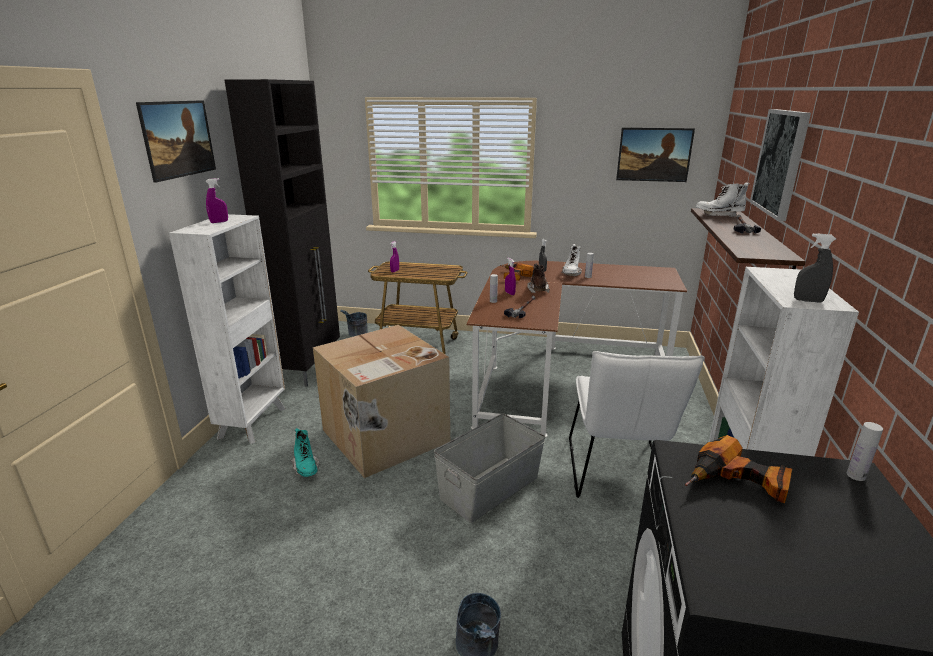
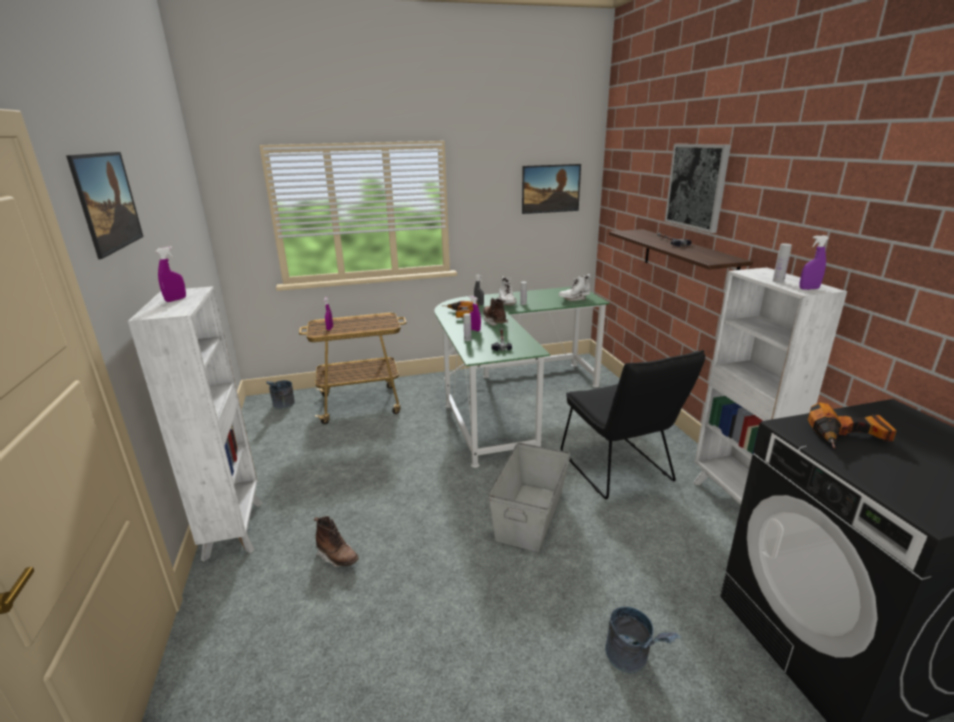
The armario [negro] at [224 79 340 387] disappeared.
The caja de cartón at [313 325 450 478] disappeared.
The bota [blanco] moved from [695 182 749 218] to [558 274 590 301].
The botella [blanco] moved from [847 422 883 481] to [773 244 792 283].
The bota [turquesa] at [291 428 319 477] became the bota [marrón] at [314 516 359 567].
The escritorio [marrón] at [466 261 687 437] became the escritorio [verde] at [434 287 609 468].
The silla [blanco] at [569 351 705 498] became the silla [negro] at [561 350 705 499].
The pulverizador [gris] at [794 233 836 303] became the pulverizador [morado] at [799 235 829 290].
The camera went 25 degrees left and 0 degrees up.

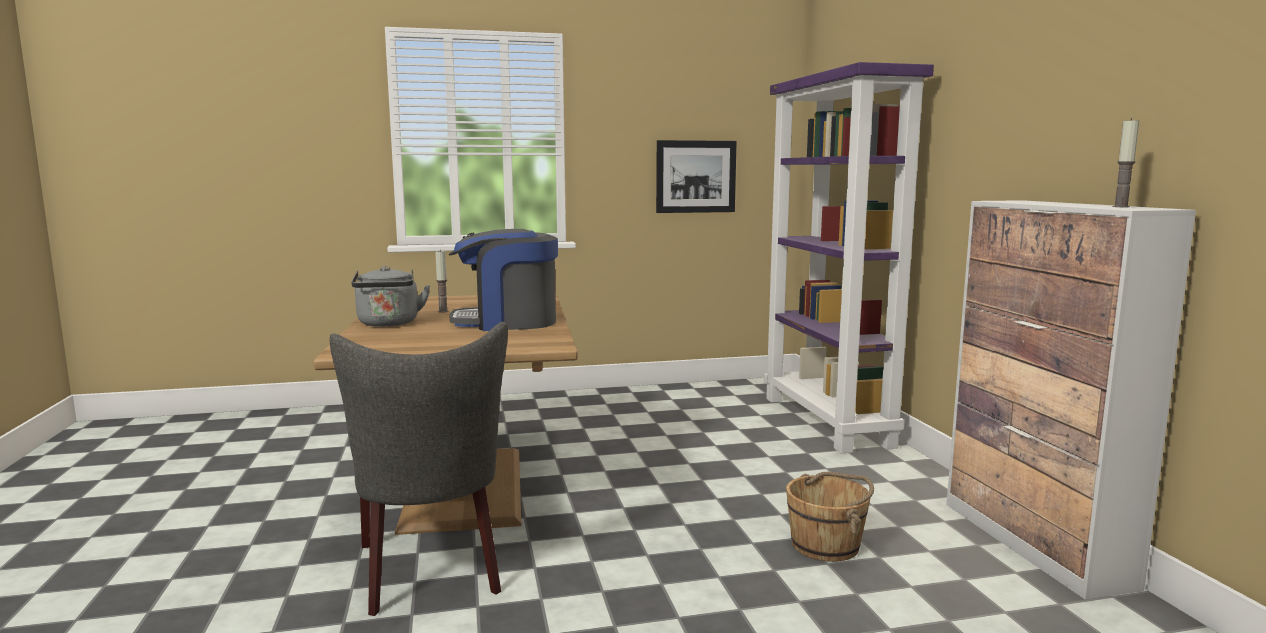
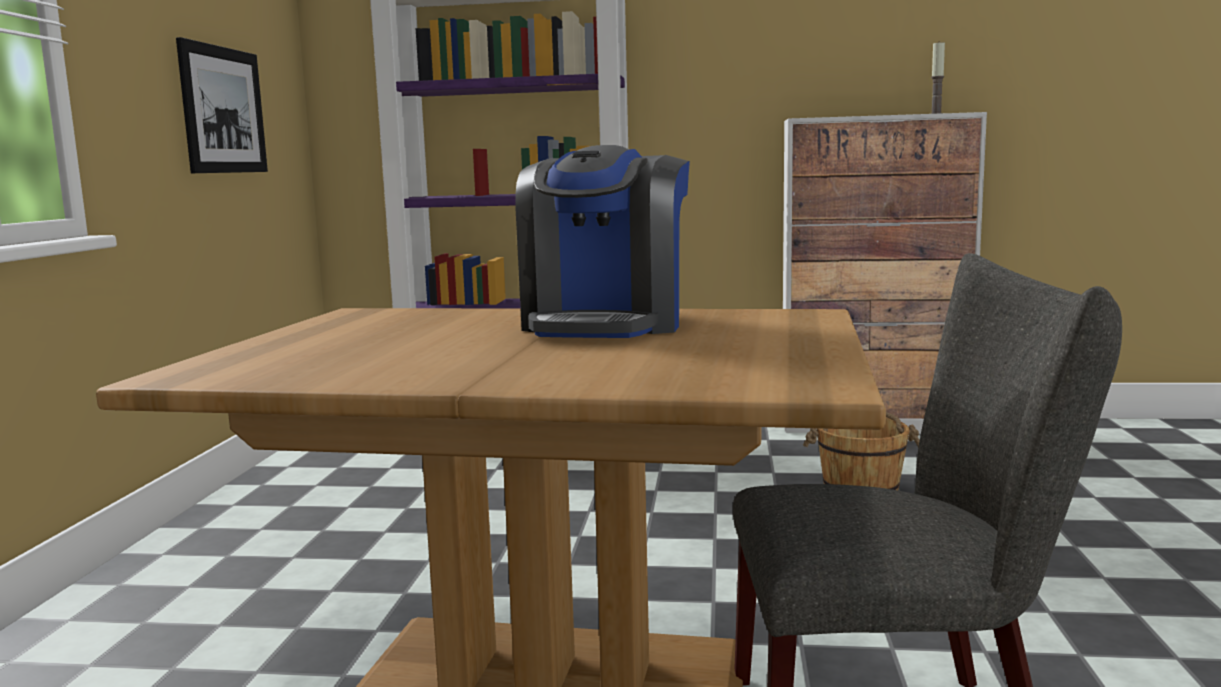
The hervidor [gris] at [351 266 430 327] disappeared.
The vela at [435 250 449 313] disappeared.
The camera went 70 degrees left and 0 degrees up.

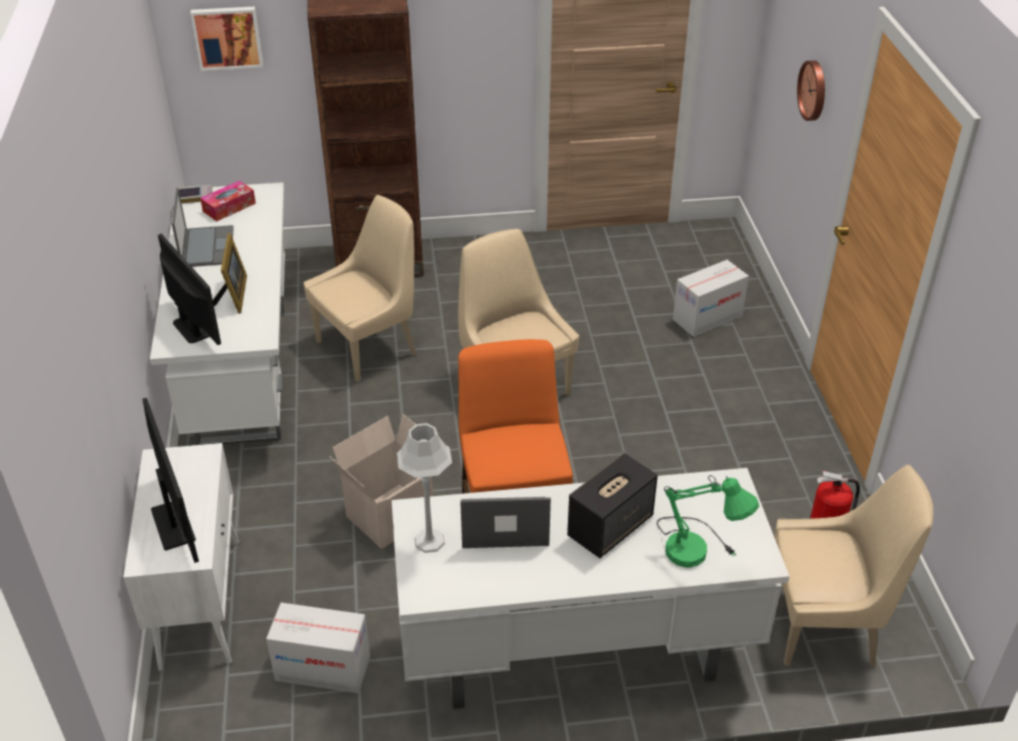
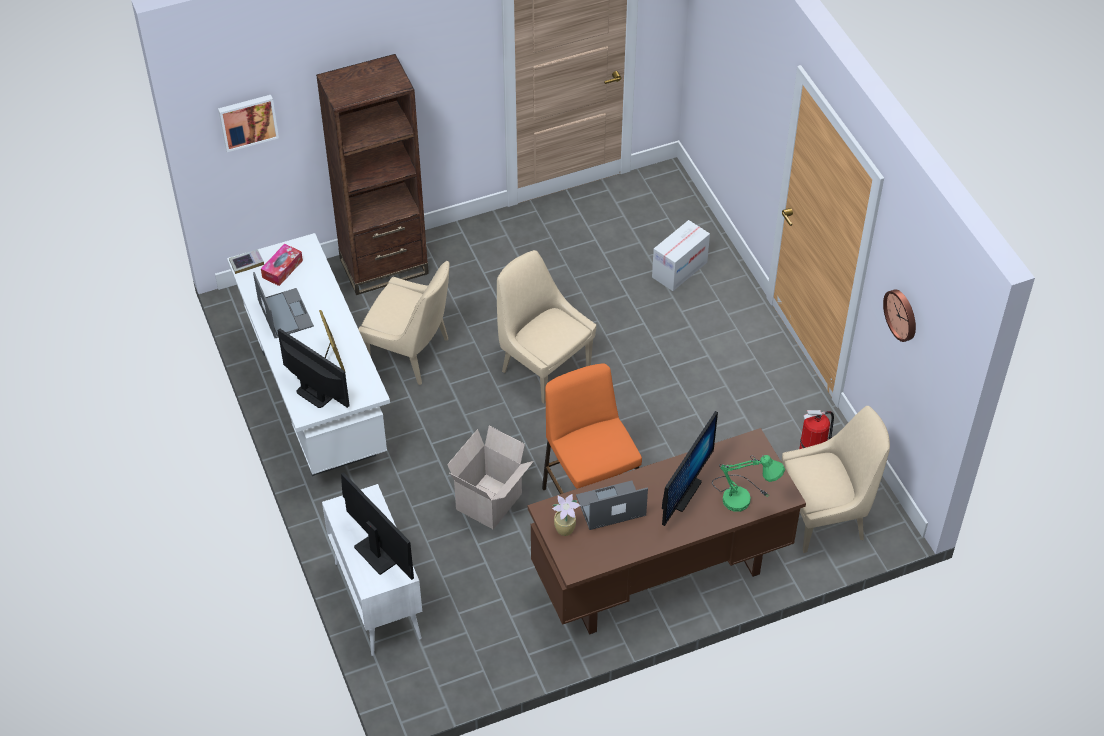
The caja de cartón at [266 603 370 693] disappeared.
The reloj de pared moved from [797 60 825 121] to [883 289 916 342].
The lámpara de mesa [gris] at [397 423 452 553] was replaced by the planta en maceta at [552 494 580 536].
The altavoz at [567 453 658 558] was replaced by the monitor at [662 411 718 526].
The escritorio [blanco] at [392 468 790 709] became the escritorio [marrón] at [528 428 806 635].
The silla [beis] at [304 195 416 382] turned 75 degrees clockwise.
The camera went 15 degrees left and 10 degrees up.

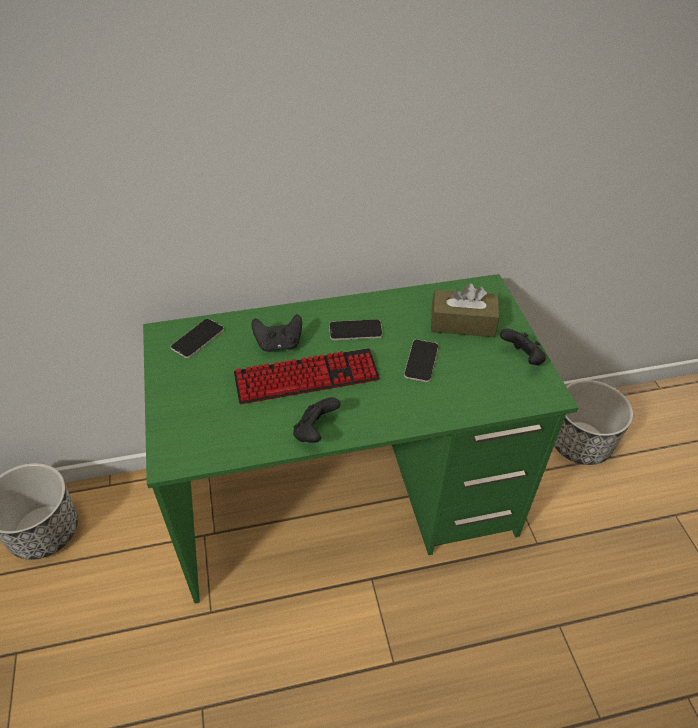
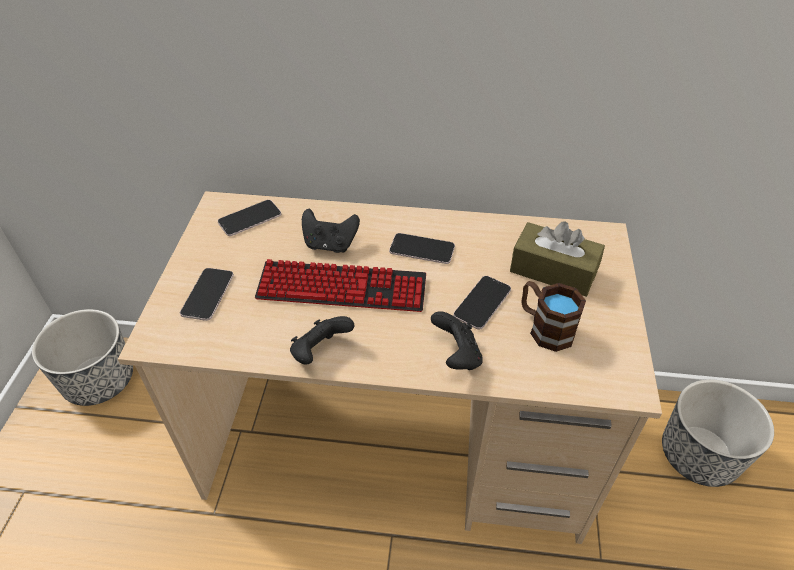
The móvil at [180 268 234 321] appeared.
The taza grande [marrón] at [521 281 586 352] appeared.
The mando de consola [negro] moved from [500 329 546 365] to [431 311 483 370].
The escritorio [verde] at [143 274 579 604] became the escritorio [beis] at [118 191 662 544].
The camera went 20 degrees right and 0 degrees up.

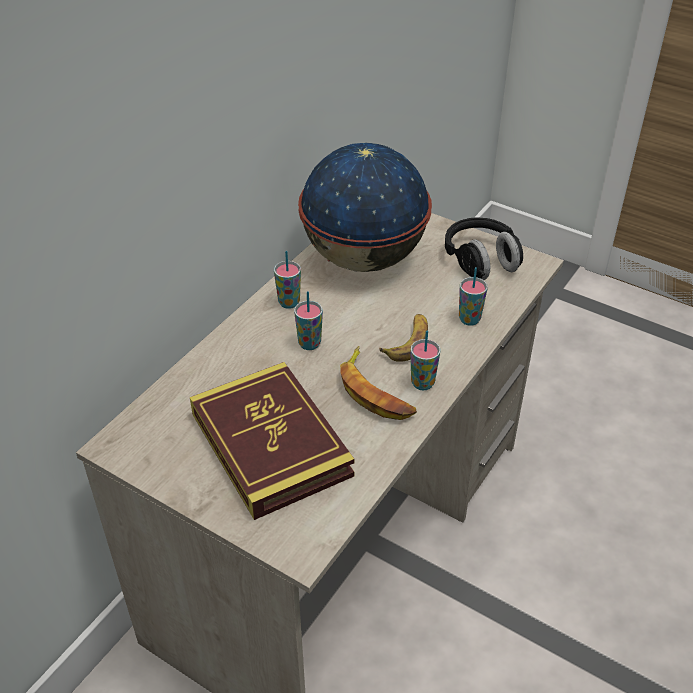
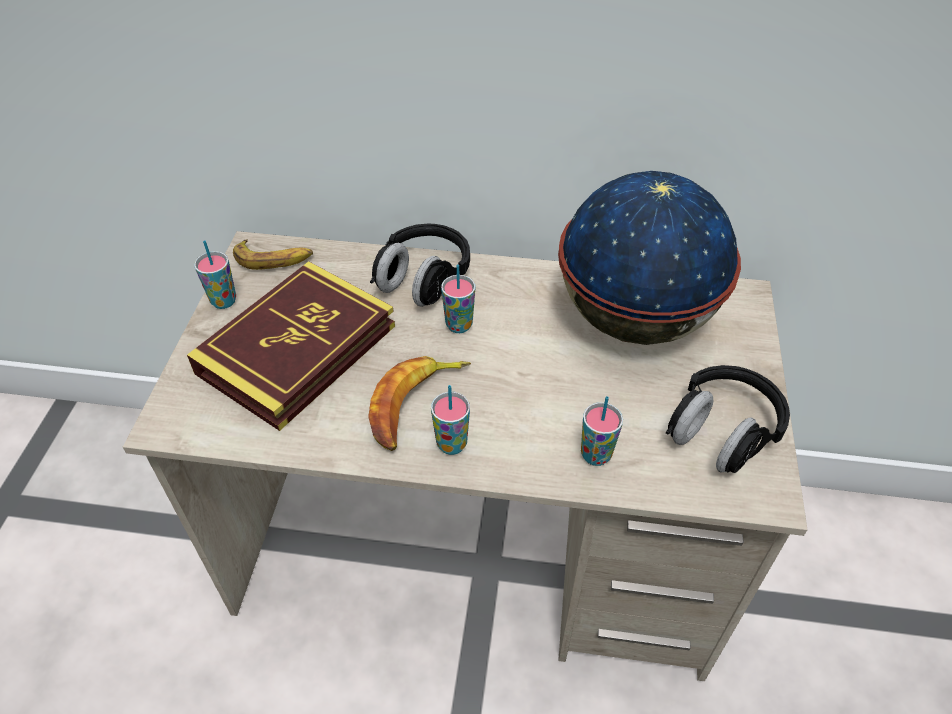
The auriculares [negro] at [370 224 470 307] appeared.
The taza moved from [274 251 301 309] to [194 240 236 309].
The plátano moved from [379 314 428 362] to [233 240 313 270].
The camera went 65 degrees right and 5 degrees up.

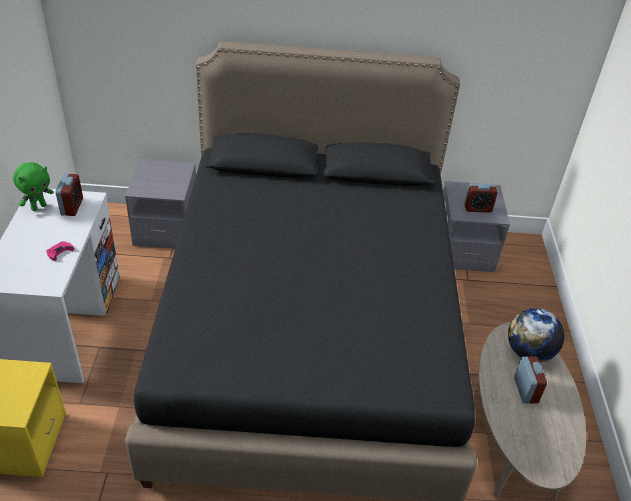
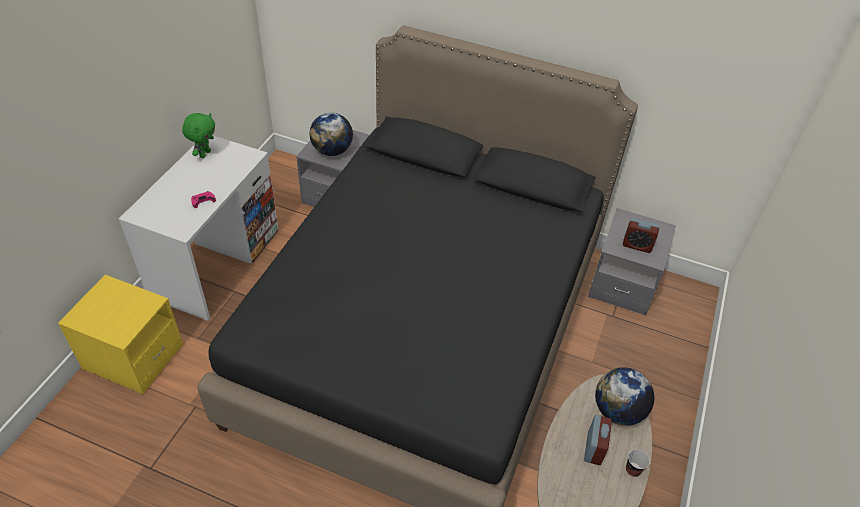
The despertador at [55 174 83 216] disappeared.
The globo terráqueo at [310 112 353 156] appeared.
The taza at [626 449 650 477] appeared.
The peluche [verde] at [13 162 54 211] turned 45 degrees counterclockwise.
The camera went 20 degrees right and 5 degrees up.

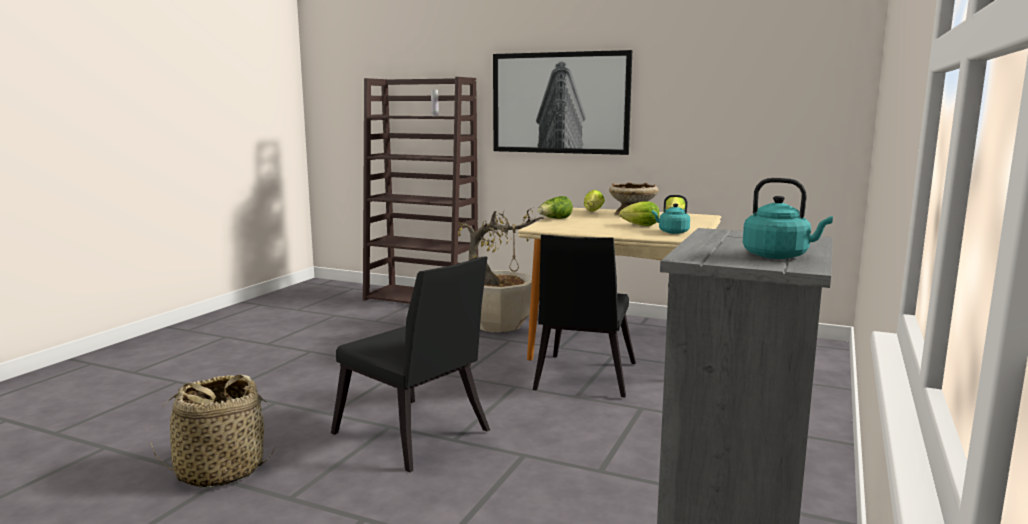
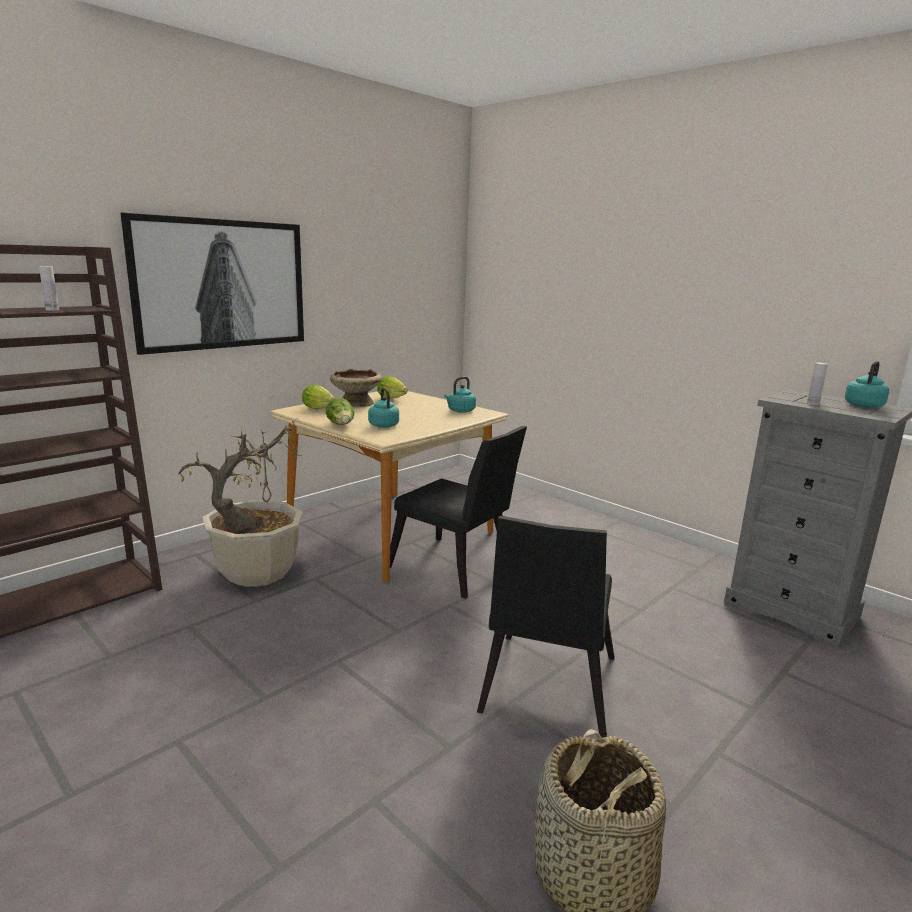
The lechuga at [619 202 659 226] disappeared.
The hervidor [turquesa] at [368 388 399 428] appeared.
The botella [blanco] at [807 363 828 405] appeared.
The silla [negro] at [331 256 490 473] turned 135 degrees clockwise.
The camera went 70 degrees left and 5 degrees up.

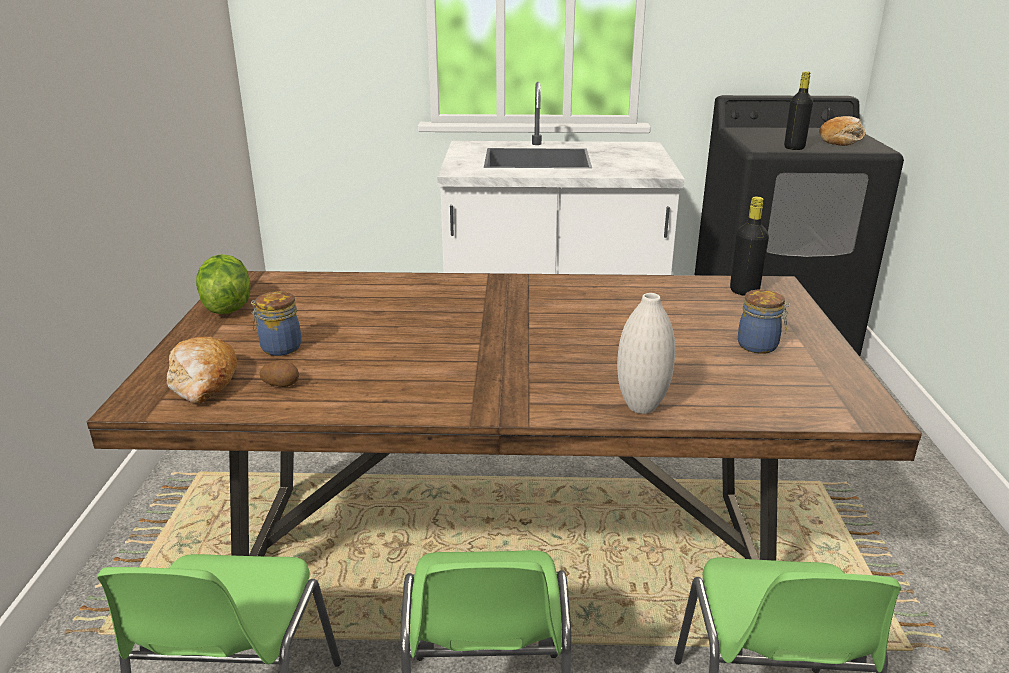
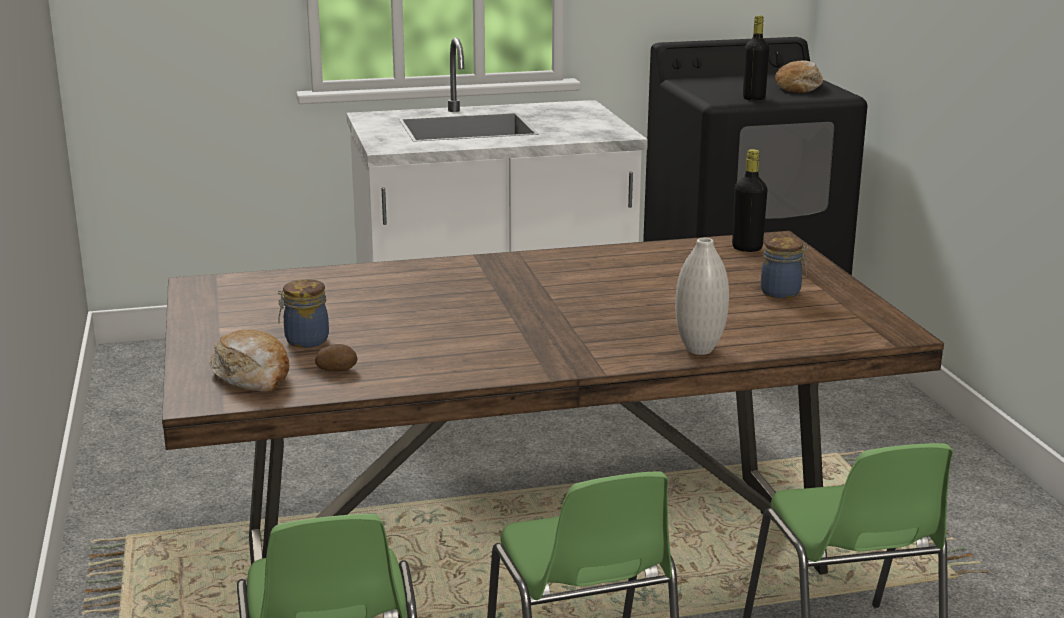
The lechuga at [196 254 250 314] disappeared.
The camera went 15 degrees left and 5 degrees down.

